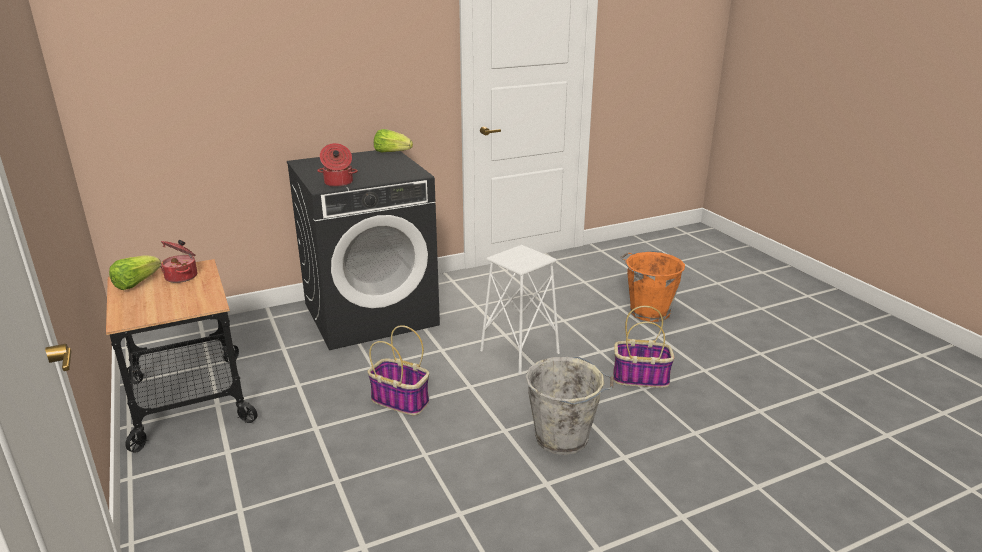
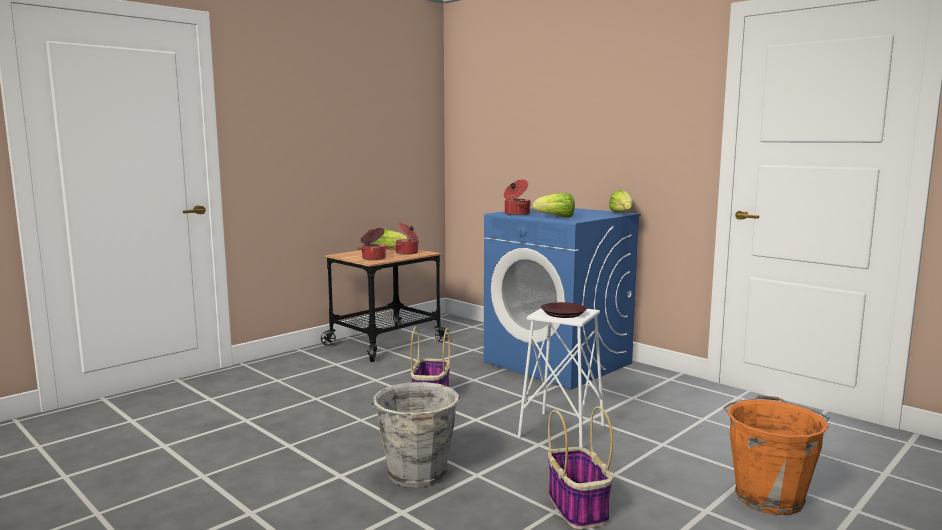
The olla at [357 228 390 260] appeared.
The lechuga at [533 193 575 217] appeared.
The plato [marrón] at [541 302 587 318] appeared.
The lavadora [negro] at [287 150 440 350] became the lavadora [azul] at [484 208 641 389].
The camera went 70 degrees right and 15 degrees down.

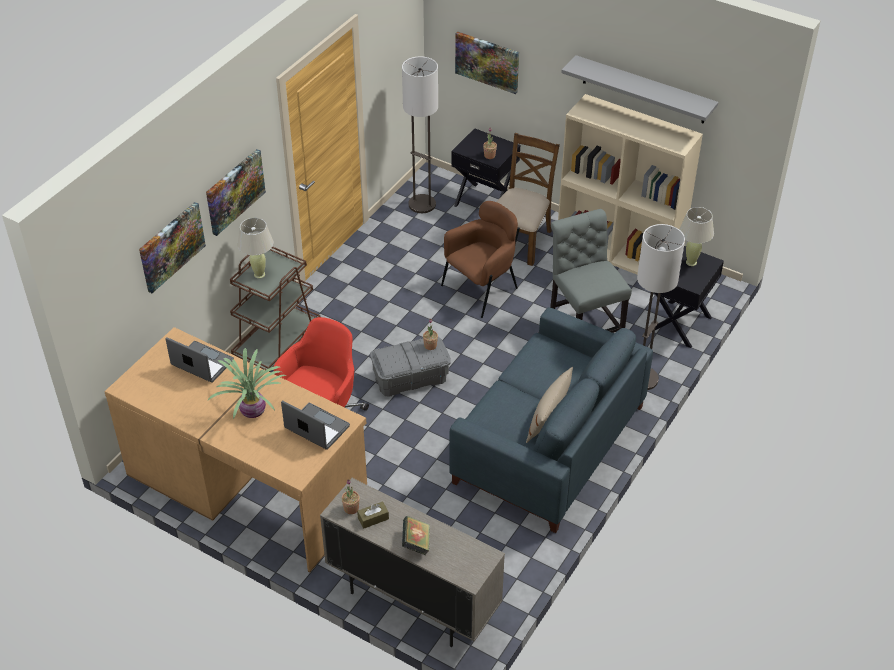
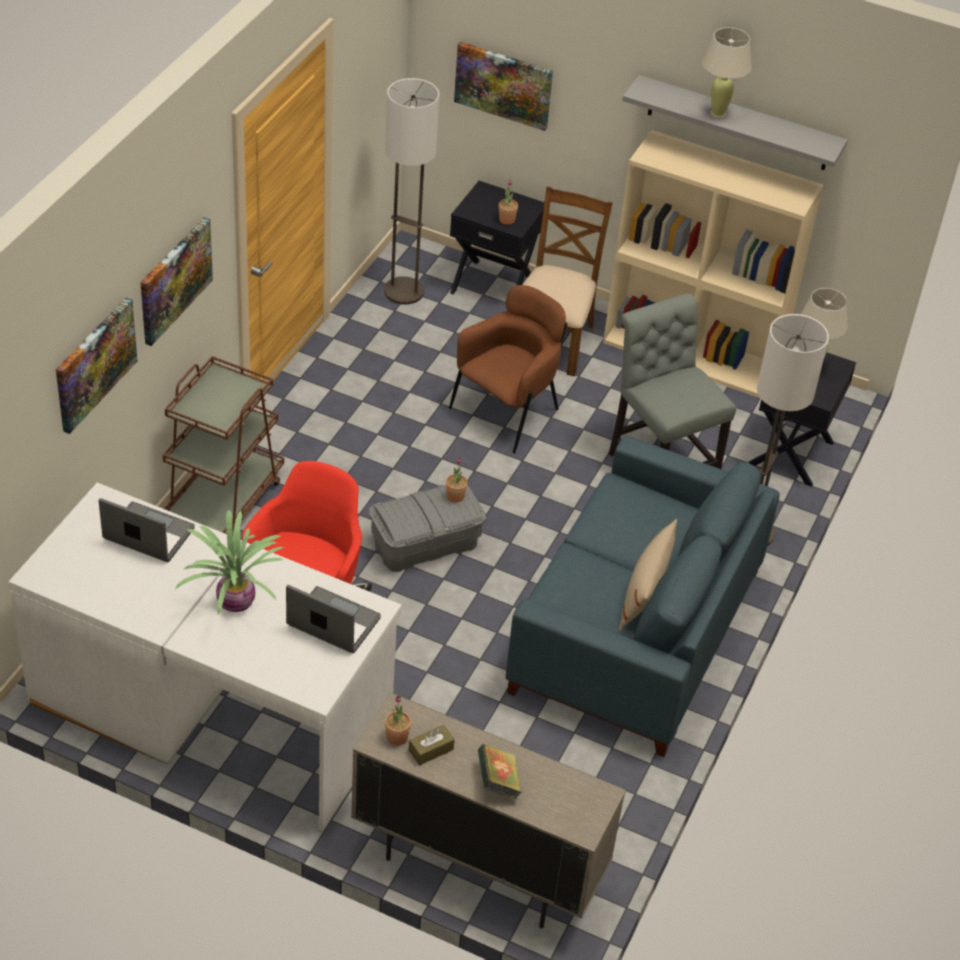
The lámpara de mesa [beis] moved from [237 218 273 279] to [702 27 752 118].
The escritorio [marrón] at [104 327 367 572] became the escritorio [blanco] at [8 482 402 833].
The camera went 10 degrees left and 0 degrees up.

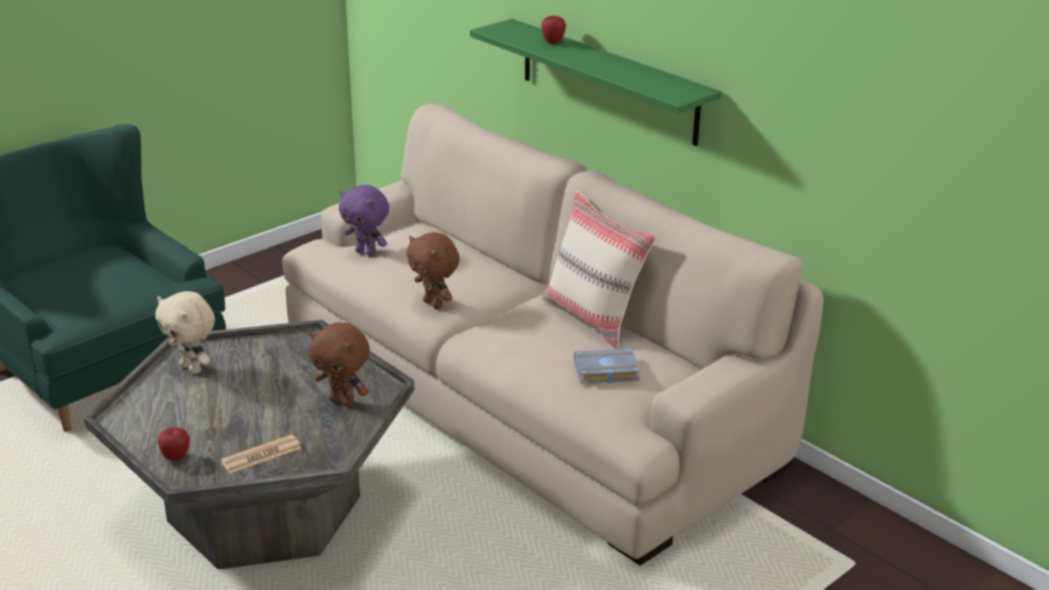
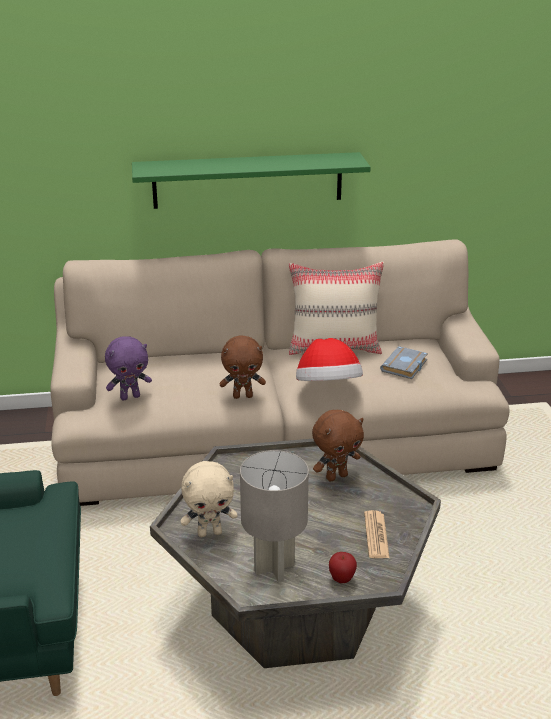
The manzana at [541 16 566 44] disappeared.
The lámpara de mesa [gris] at [240 450 309 582] appeared.
The sombrero at [296 338 363 381] appeared.
The camera went 55 degrees left and 0 degrees up.

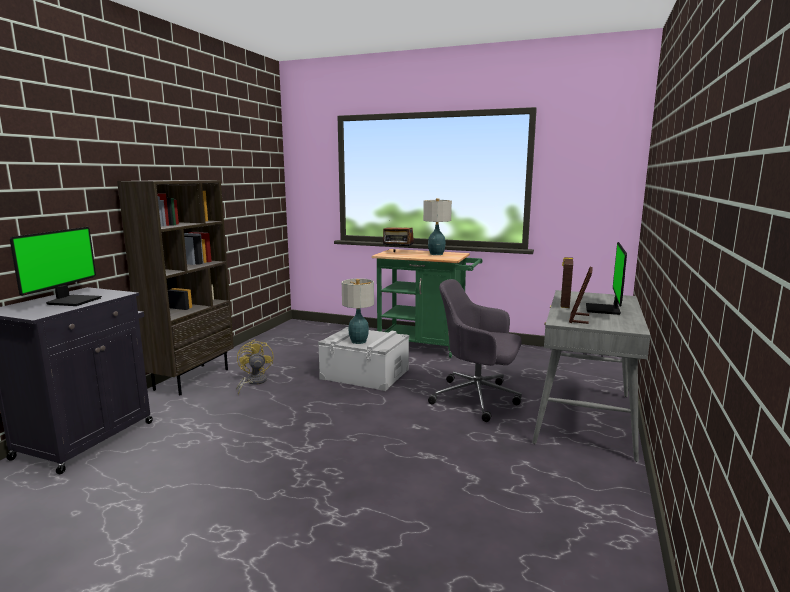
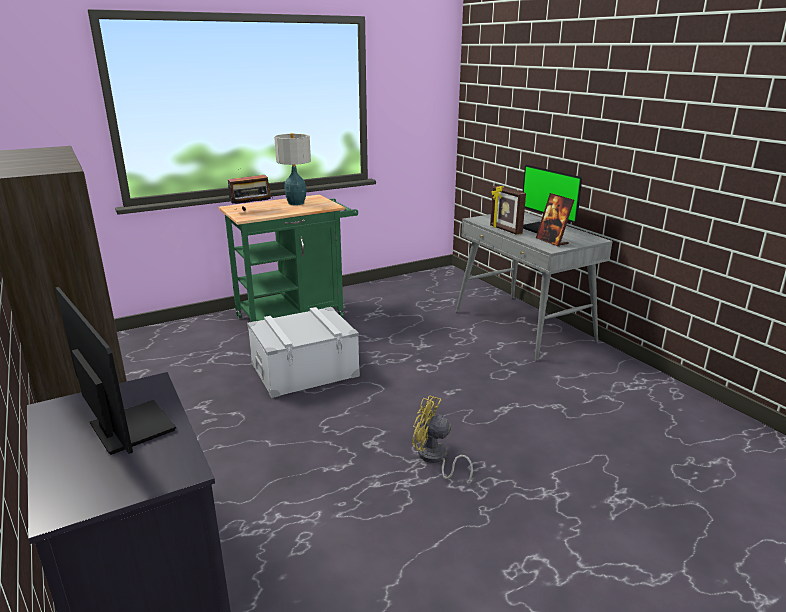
The lámpara de mesa at [342 278 374 344] disappeared.
The silla de oficina [gris] at [428 279 522 422] disappeared.
The ventilador [amarillo] moved from [236 339 274 395] to [412 395 473 484].
The camera went 50 degrees left and 10 degrees up.

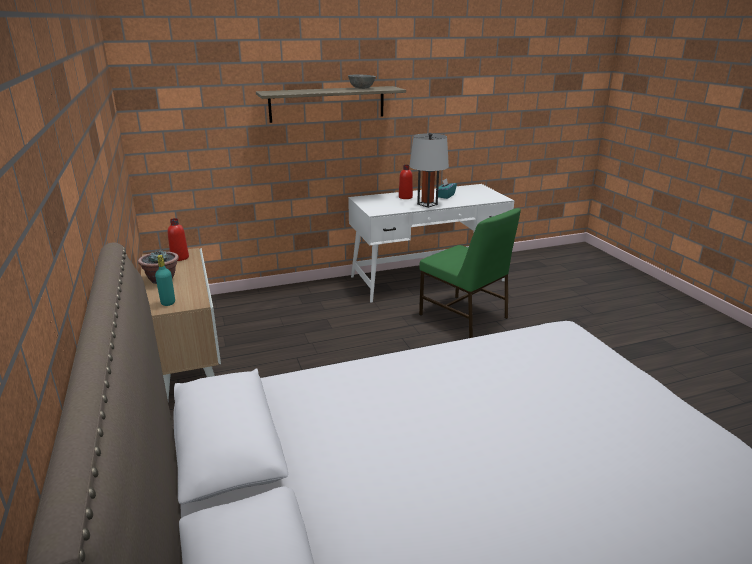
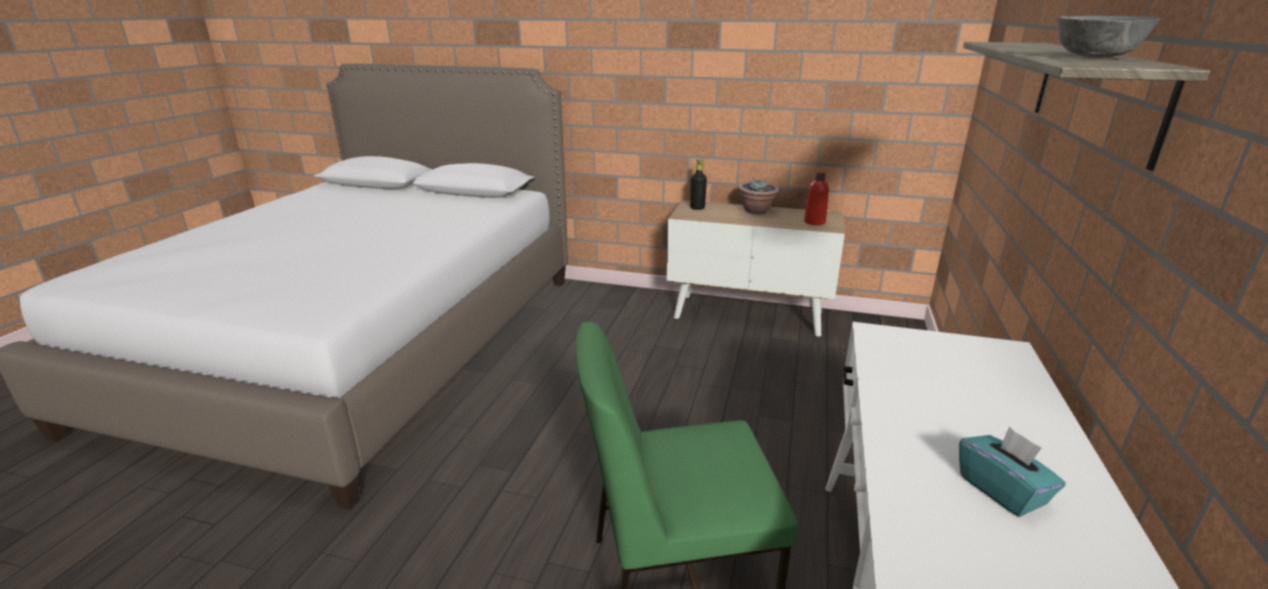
The botella [rojo] at [399 165 413 199] disappeared.
The lámpara de mesa [gris] at [409 133 449 208] disappeared.
The botella [turquesa] at [155 255 175 306] became the botella [negro] at [690 159 707 210].
The camera went 125 degrees right and 0 degrees up.

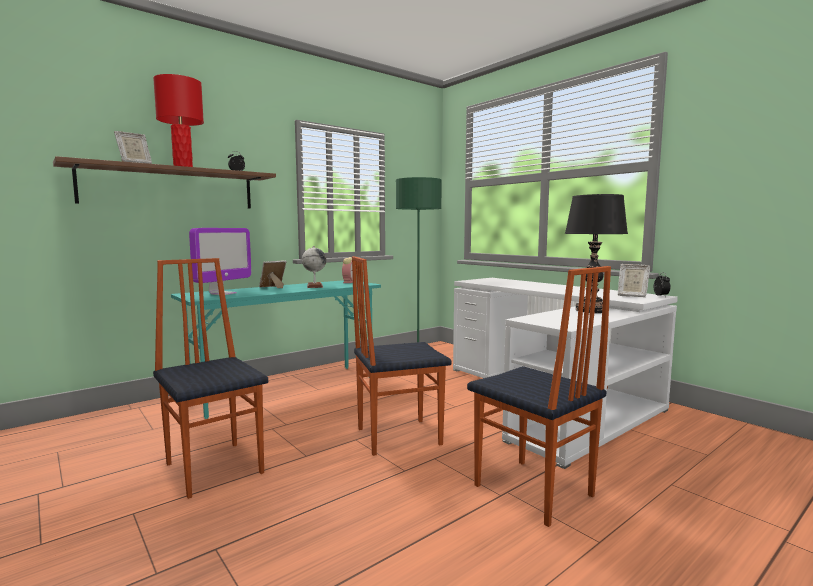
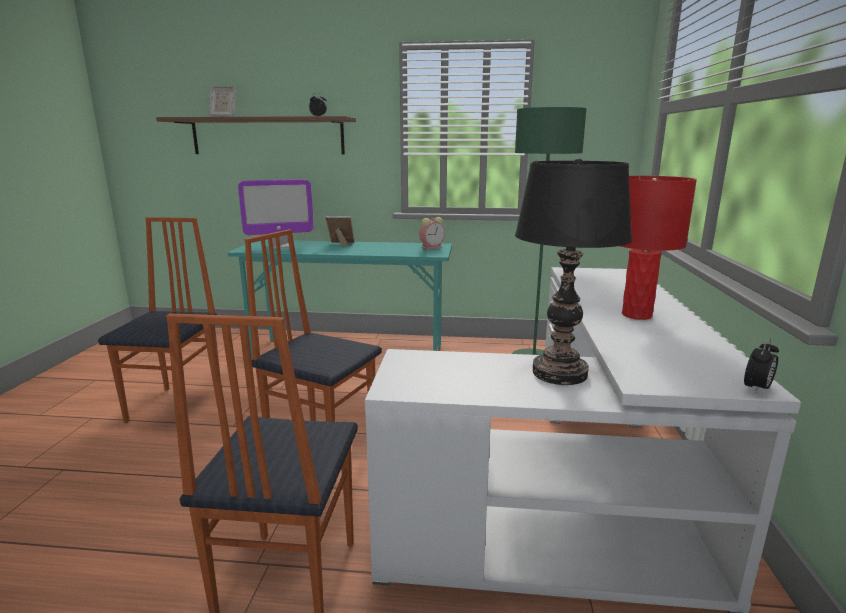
The globo terráqueo at [302 246 326 288] disappeared.
The portarretratos at [618 264 650 297] disappeared.
The lámpara de mesa [rojo] moved from [153 74 204 167] to [620 176 697 320].
The camera went 45 degrees right and 10 degrees up.

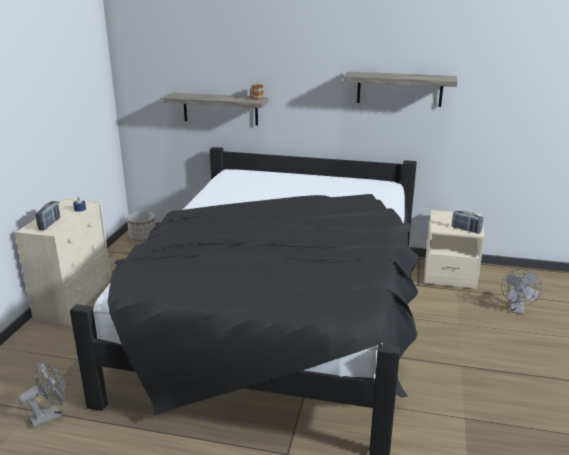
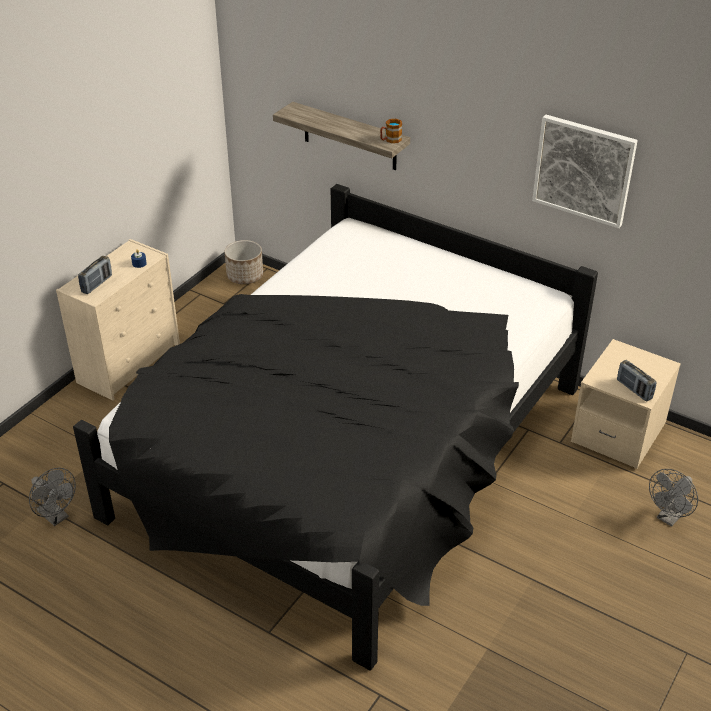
The estante at [343 72 458 107] was replaced by the cuadro at [532 114 638 228].
The ventilador [gris] at [18 362 66 428] turned 60 degrees clockwise.
The camera went 20 degrees right and 15 degrees up.

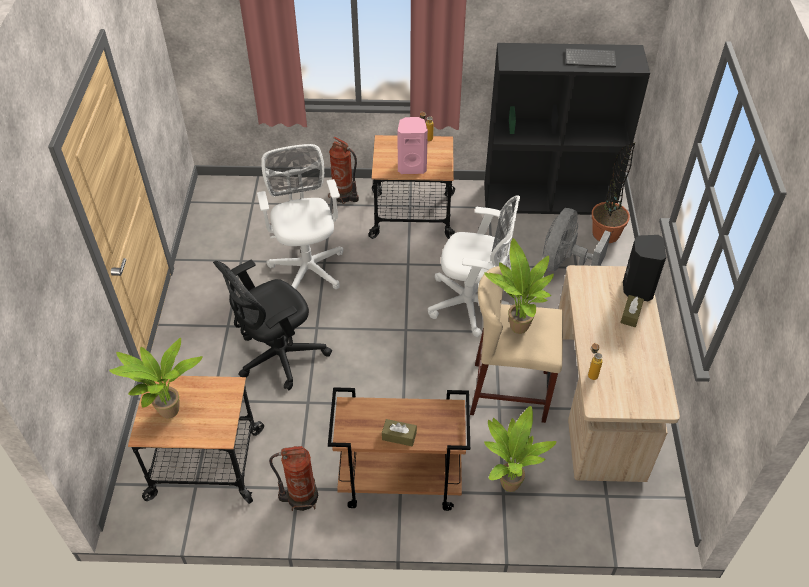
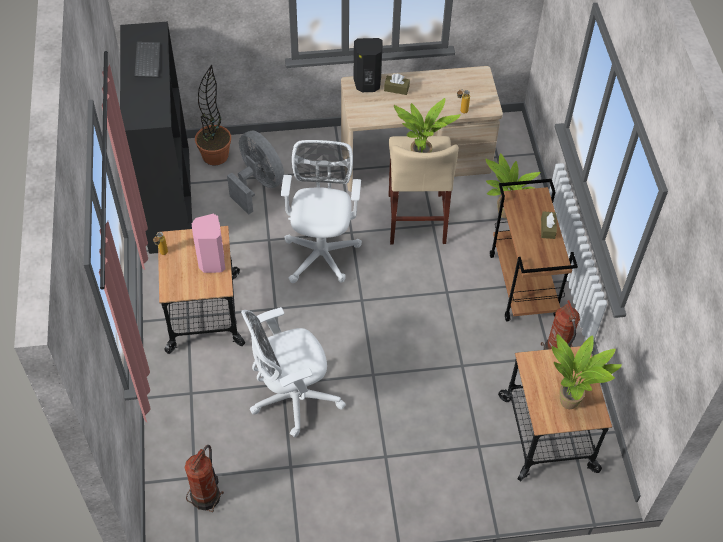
The silla de oficina [negro] at [213 260 332 390] disappeared.
The extintor moved from [328 137 359 204] to [184 445 224 512].
The ventilador [gris] at [543 208 611 271] turned 150 degrees counterclockwise.
The camera went 100 degrees left and 5 degrees up.

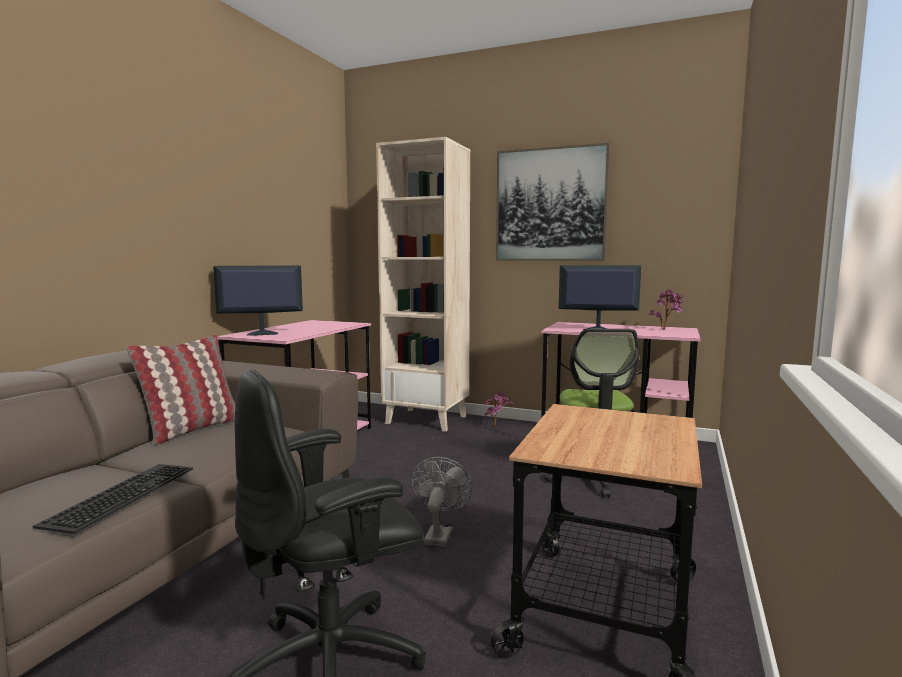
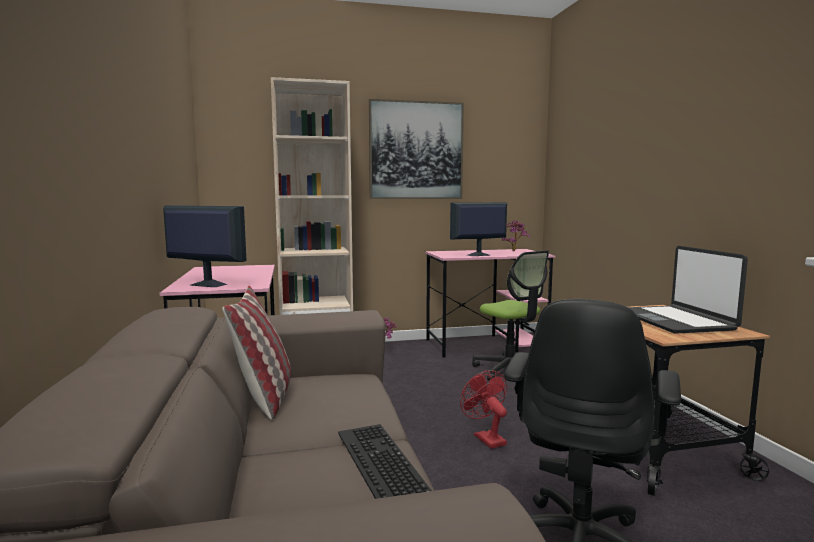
The portátil at [628 246 748 334] appeared.
The ventilador [gris] at [411 457 472 547] became the ventilador [rojo] at [460 370 507 449].
The monitor at [213 265 303 336] turned 75 degrees clockwise.
The camera went 35 degrees left and 0 degrees up.

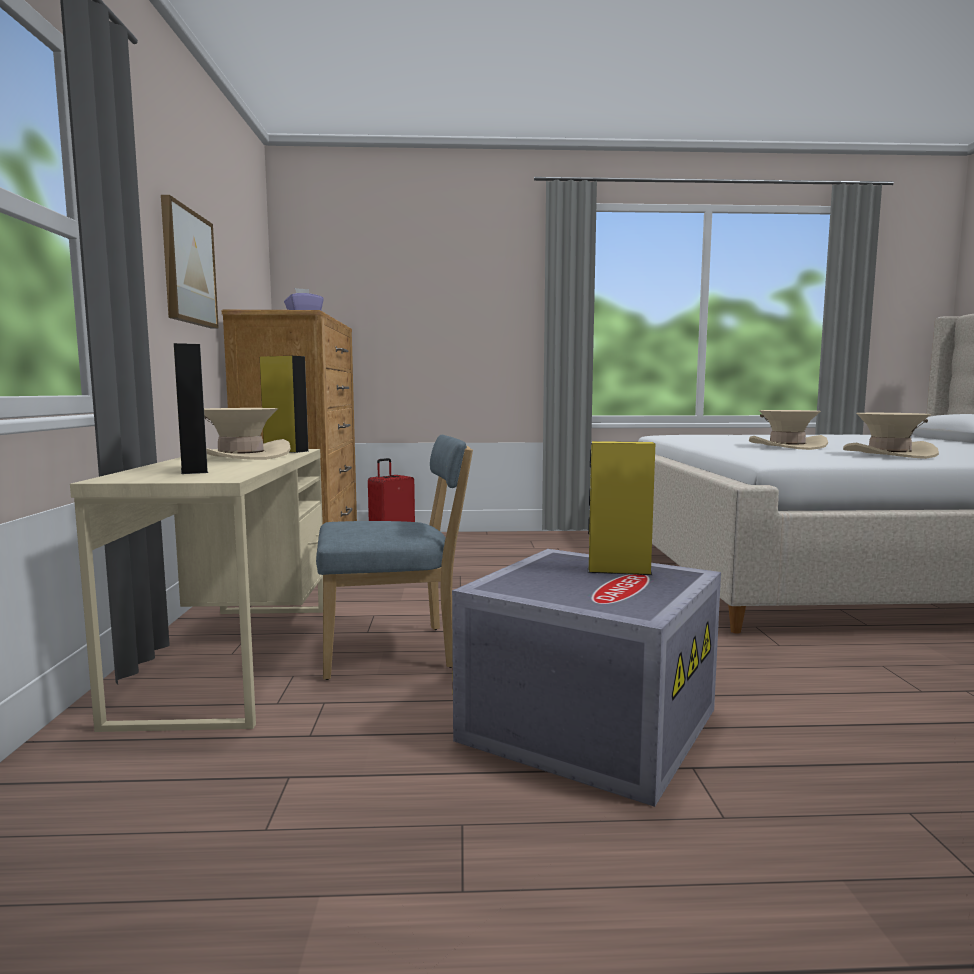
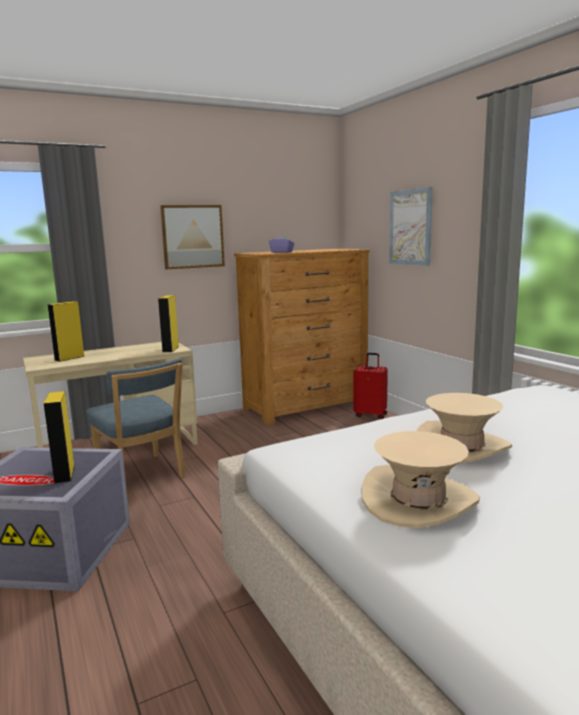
The sombrero [beis] at [204 408 291 460] disappeared.
The cuadro at [389 187 433 266] appeared.
The camera went 65 degrees right and 5 degrees up.

